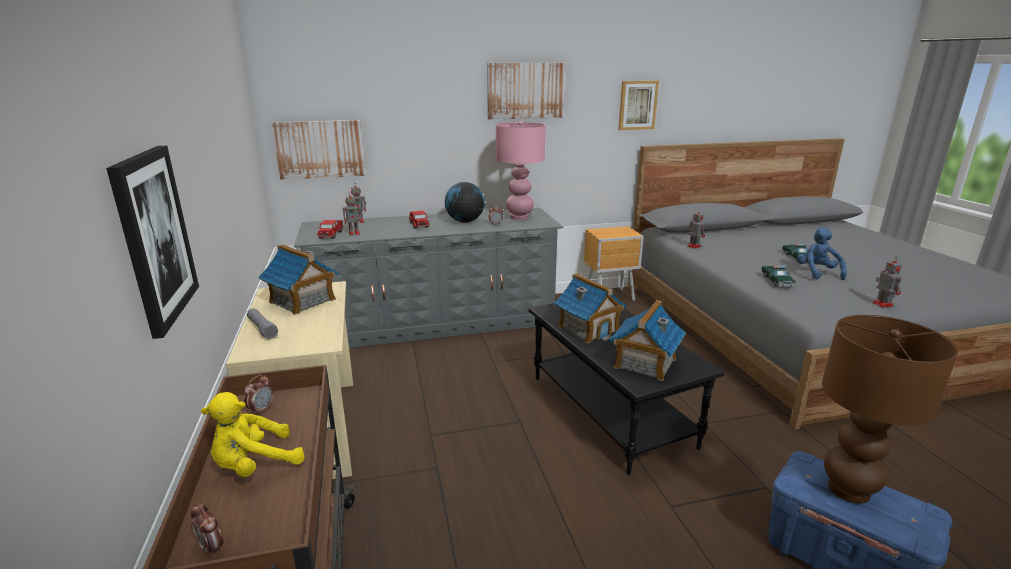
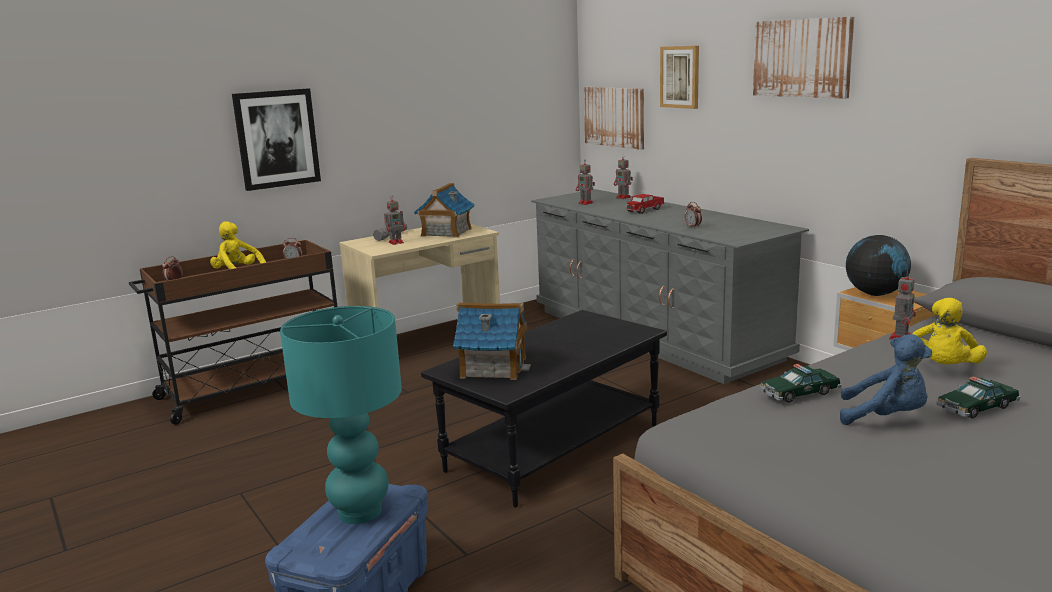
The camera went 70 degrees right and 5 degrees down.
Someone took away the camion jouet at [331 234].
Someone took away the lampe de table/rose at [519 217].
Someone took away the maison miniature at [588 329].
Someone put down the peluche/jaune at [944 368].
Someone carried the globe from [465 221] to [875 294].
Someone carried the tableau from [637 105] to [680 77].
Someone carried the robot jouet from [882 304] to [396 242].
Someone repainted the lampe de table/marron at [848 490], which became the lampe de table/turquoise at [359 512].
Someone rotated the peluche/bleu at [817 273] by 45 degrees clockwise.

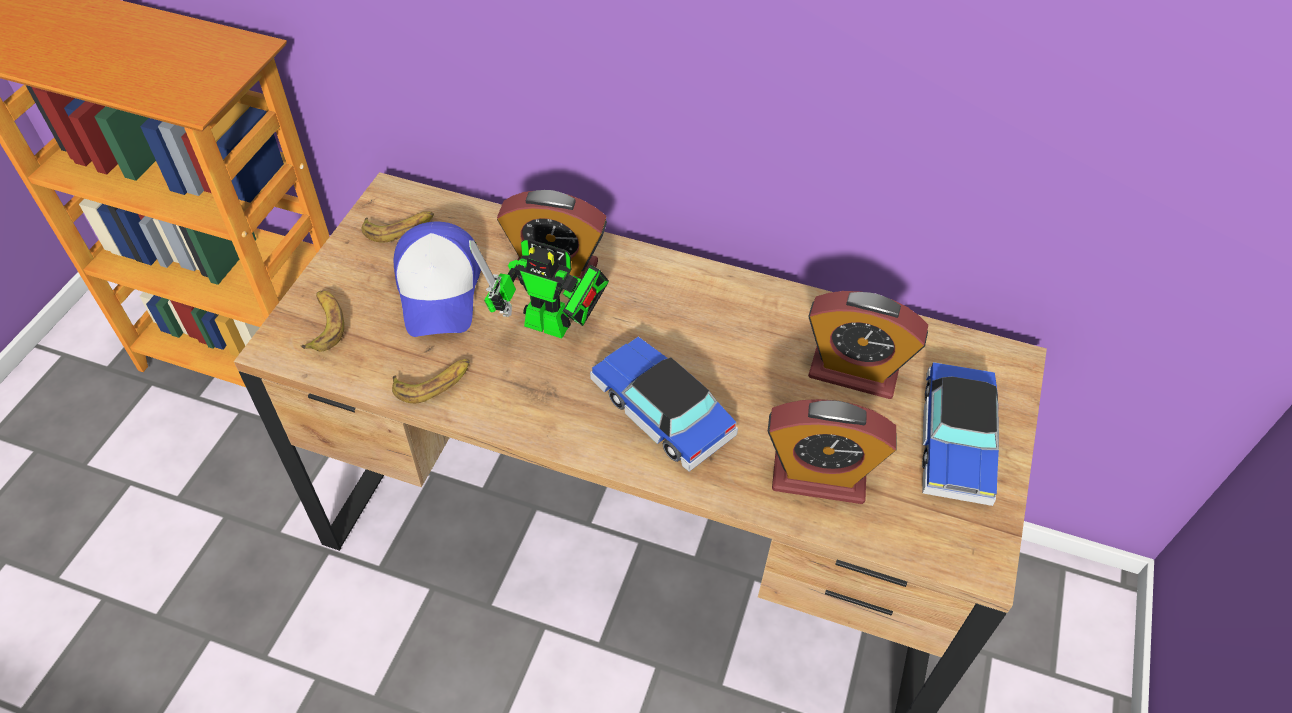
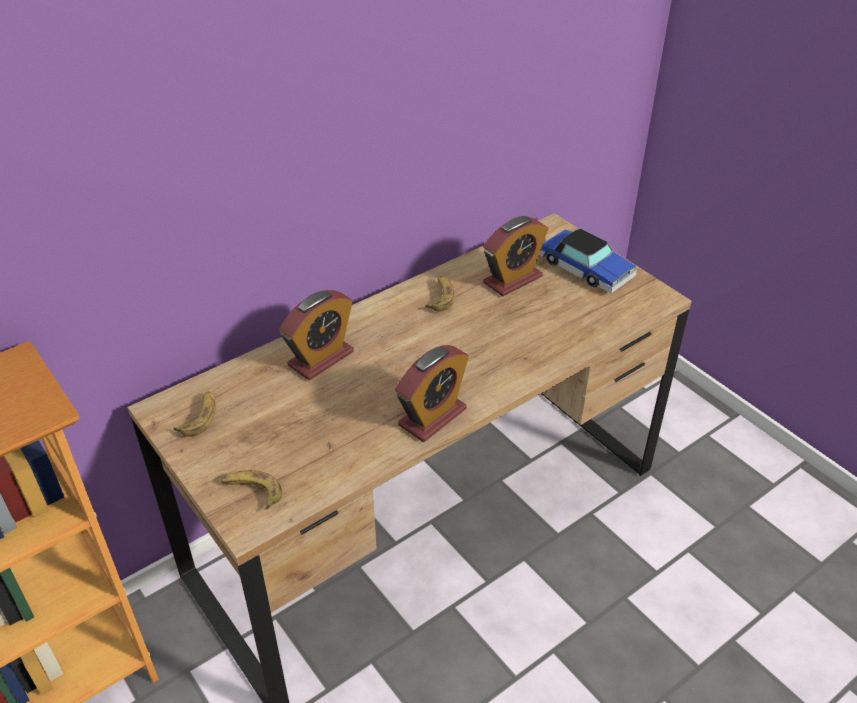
The camera went 55 degrees left and 10 degrees down.
Someone took away the casquette at [440 290].
Someone took away the robot jouet at [554 327].
Someone took away the petite voiture at [662 410].
Someone carried the banane from [433 383] to [440 297].
Someone carried the réveil from [818 477] to [432 417].

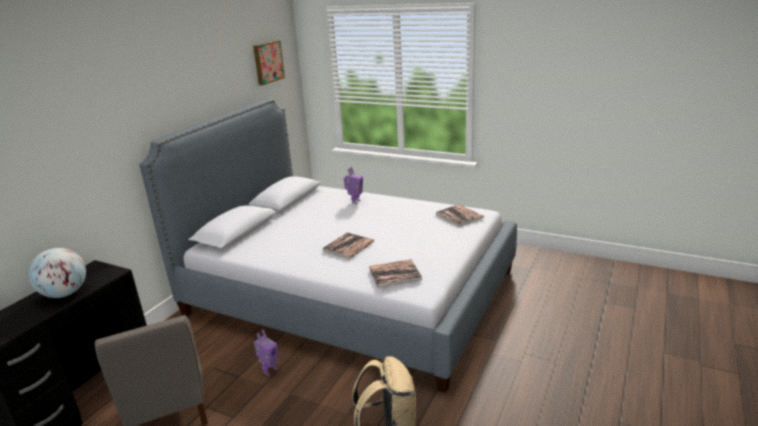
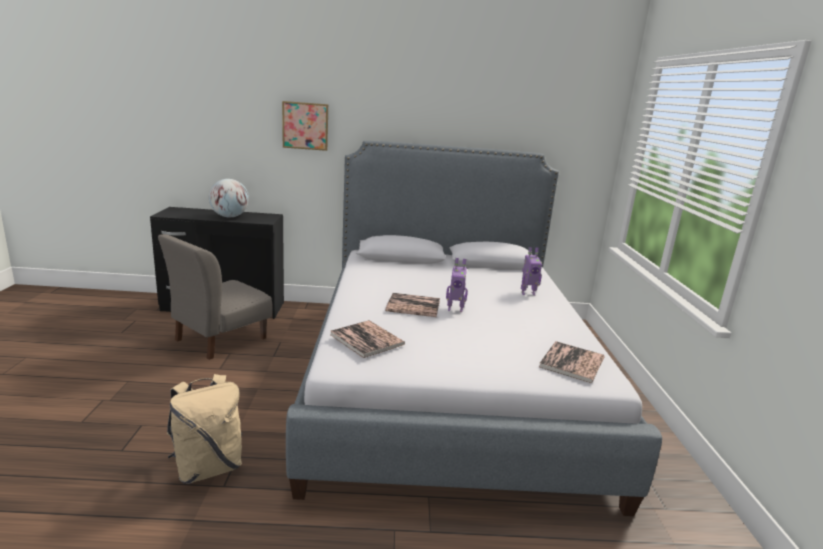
The camera went 60 degrees right and 5 degrees down.
Someone carried the tableau from [267 62] to [305 125].
Someone carried the robot jouet from [269 370] to [455 309].

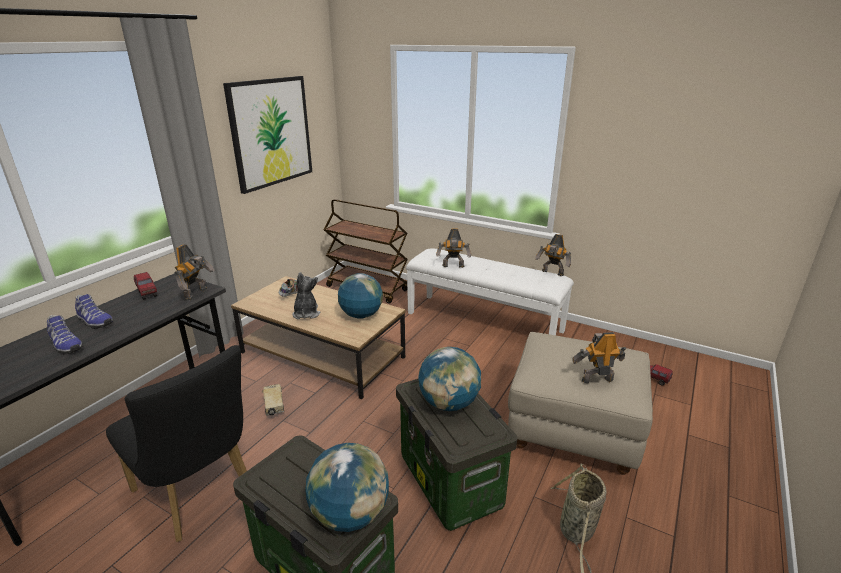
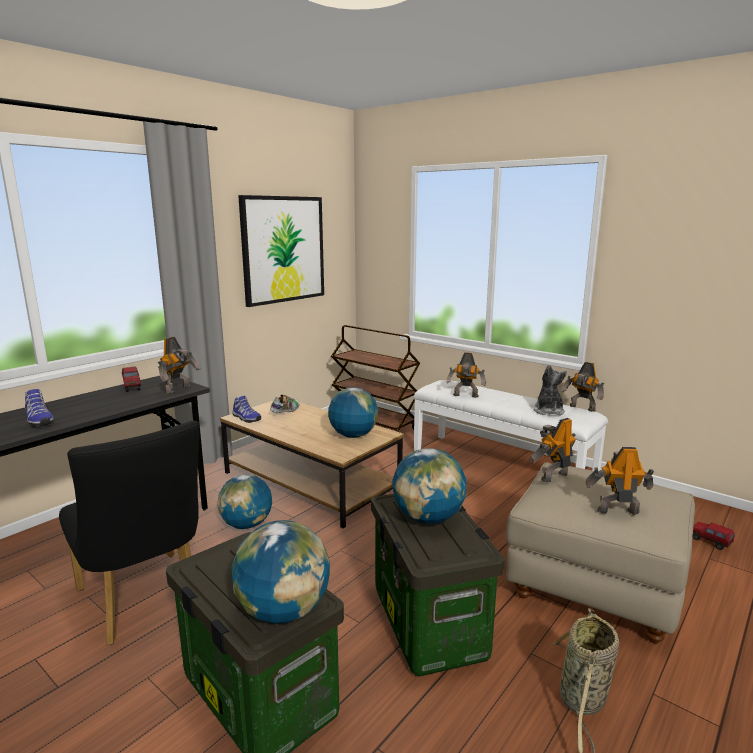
The camera went 10 degrees right and 10 degrees down.
Someone put down the robot jouet at [553 476].
Someone carried the chaussure from [94 322] to [246 418].
Someone carried the peluche from [306 313] to [548 411].
Someone swapped the camion jouet at [274 405] for the globe at [246 525].

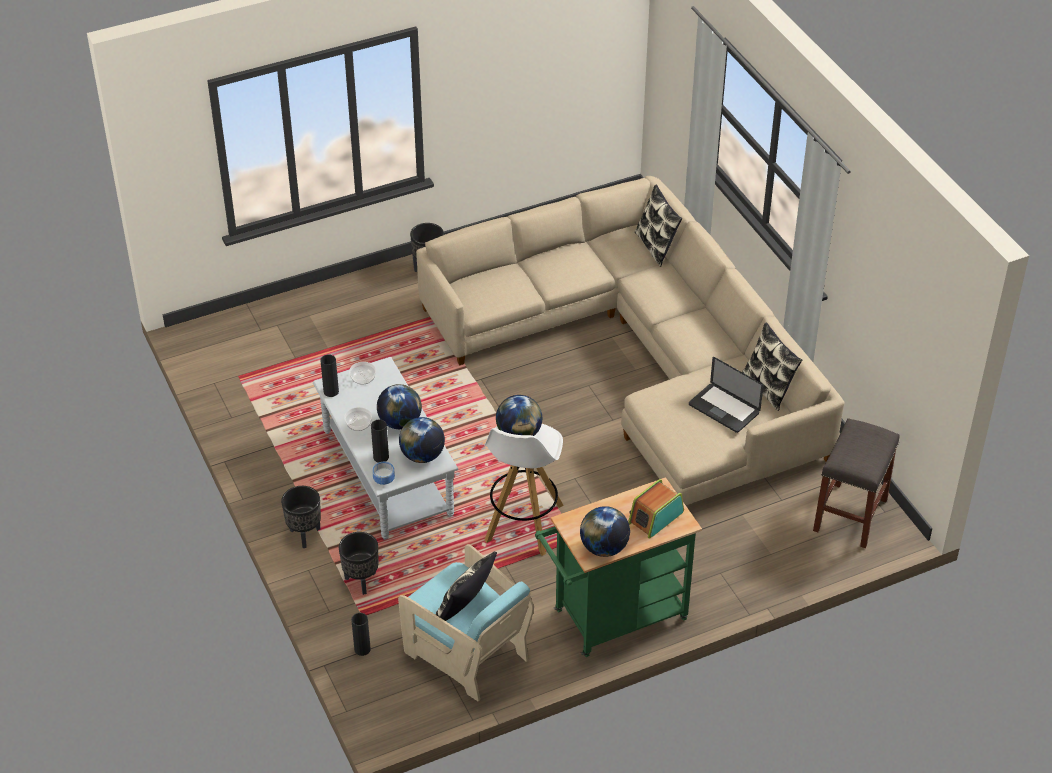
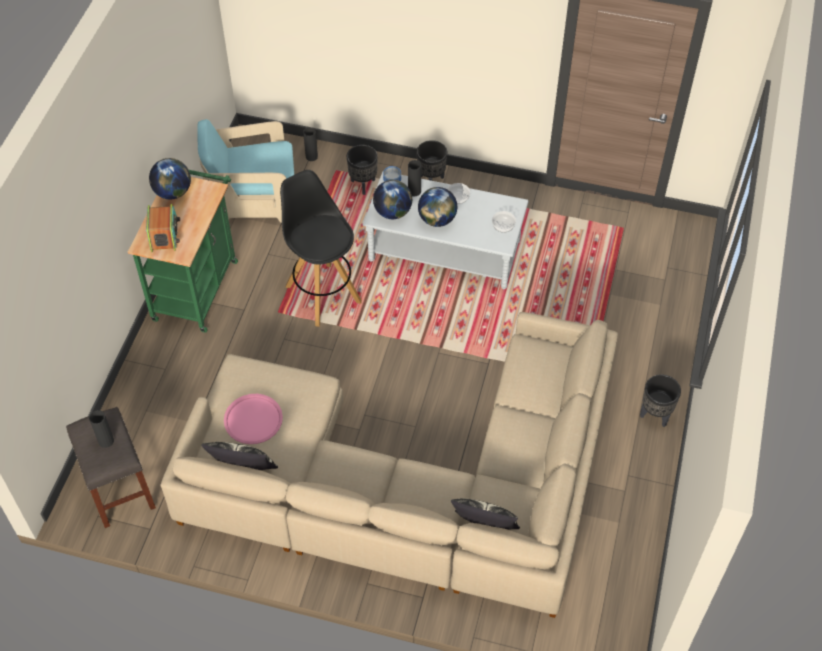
The camera went 130 degrees right and 10 degrees up.
Someone took away the coussin at [465 610].
Someone took away the globe at [519 434].
Someone carried the vase/noir from [331 391] to [106 441].
Someone swapped the ordinateur portable at [724 409] for the plateau/rose at [253 419].
Someone repainted the tabouret/blanc at [523 524], which became the tabouret/noir at [323 293].

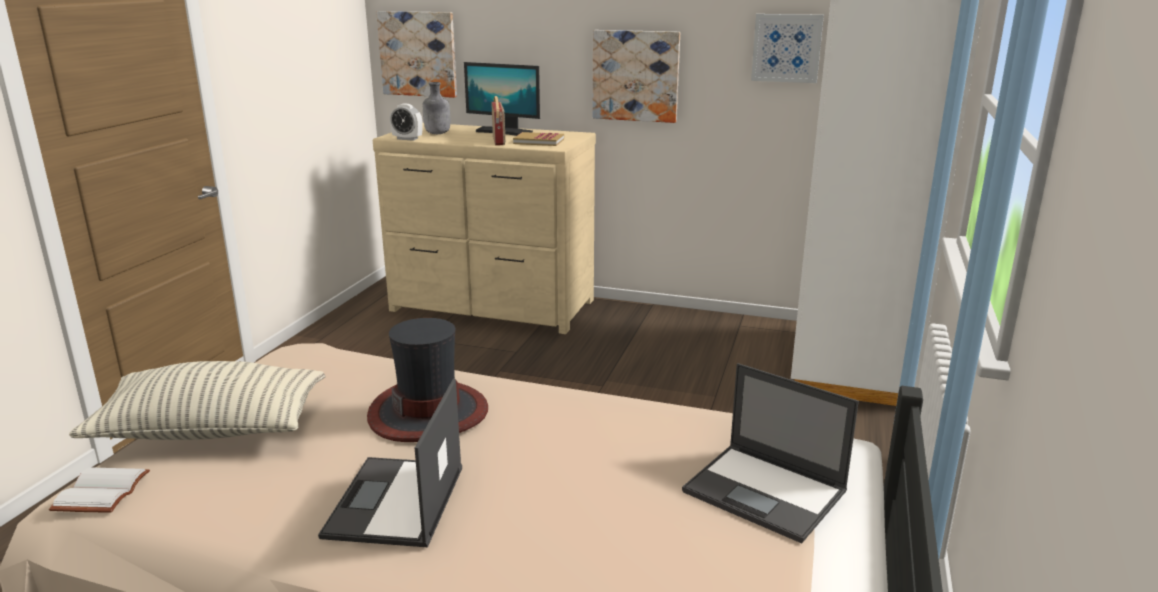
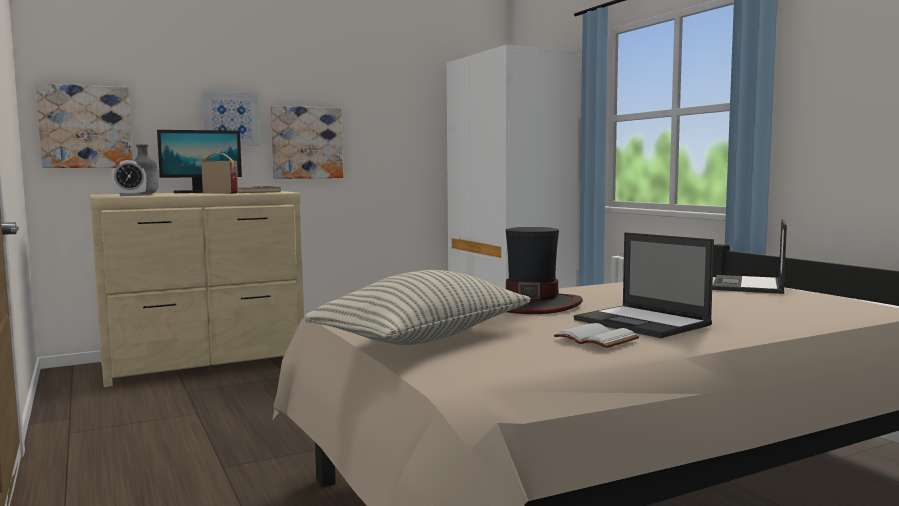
The camera went 45 degrees left and 15 degrees down.
Someone carried the livre/blanc from [103 493] to [598 339].
Someone carried the tableau from [786 48] to [231 119].
Someone rotated the ordinateur portable at [766 492] by 120 degrees clockwise.

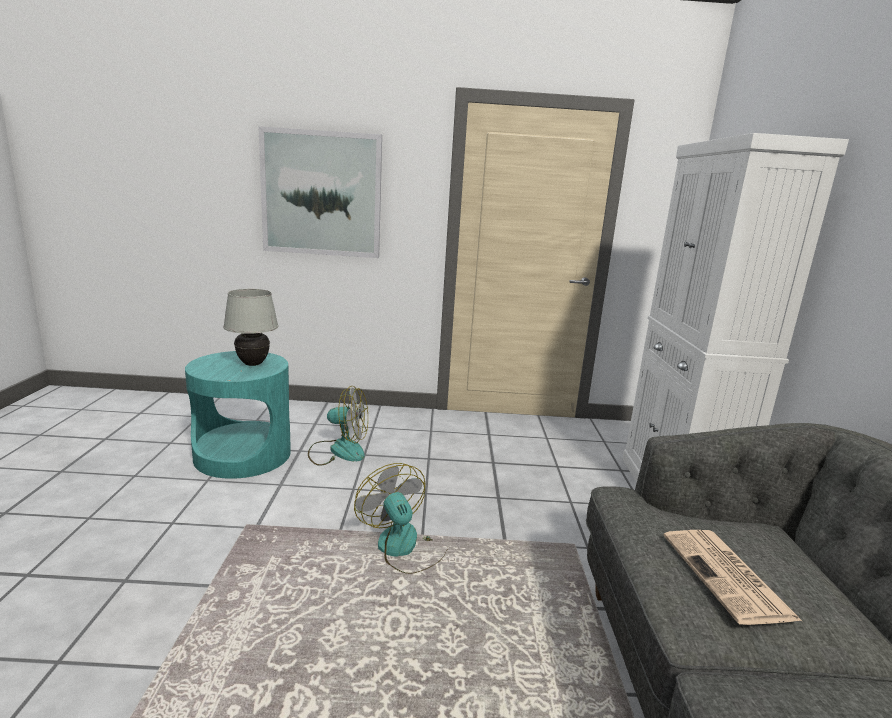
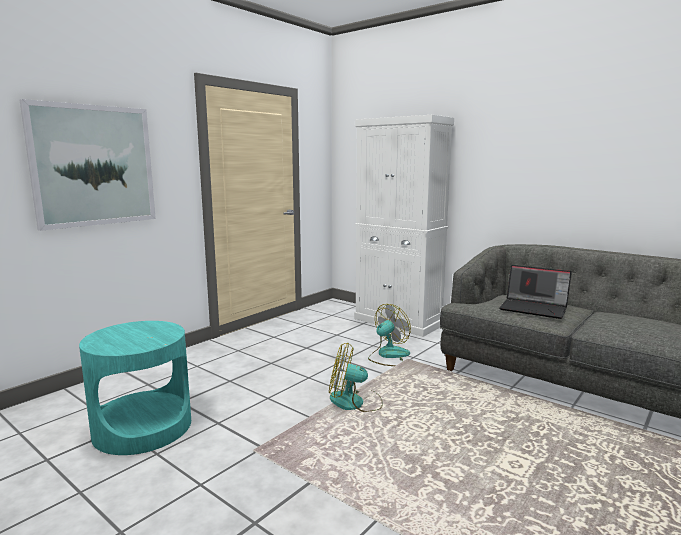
The camera went 50 degrees left and 5 degrees down.
Someone took away the lampe de table/blanc at [252 364].
Someone carried the ventilateur from [338 451] to [388 355].
Someone swapped the journal at [728 577] for the ordinateur portable at [534 308].

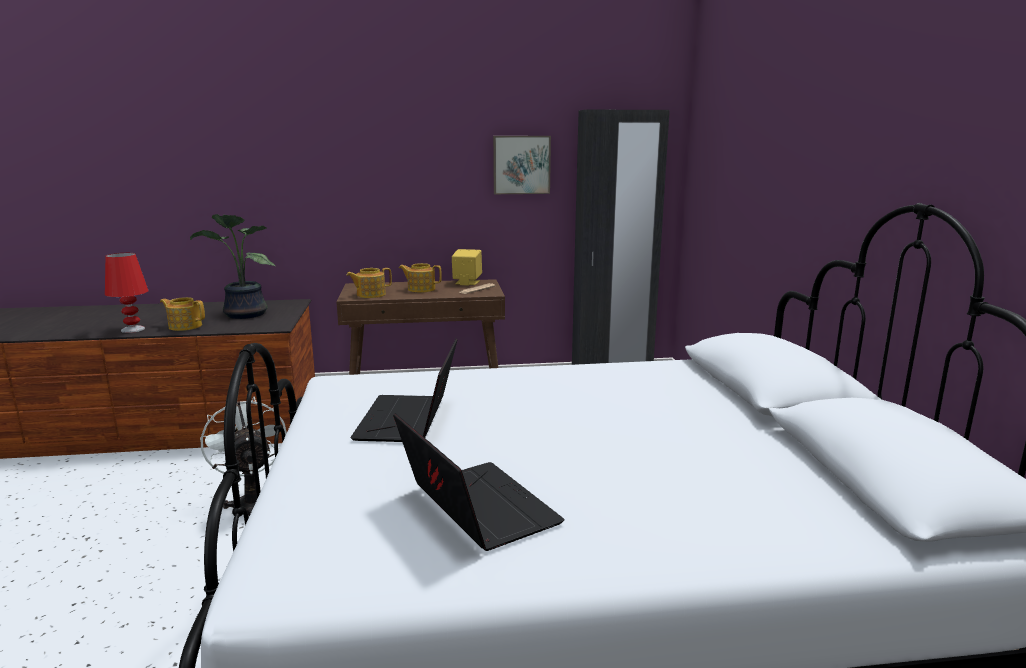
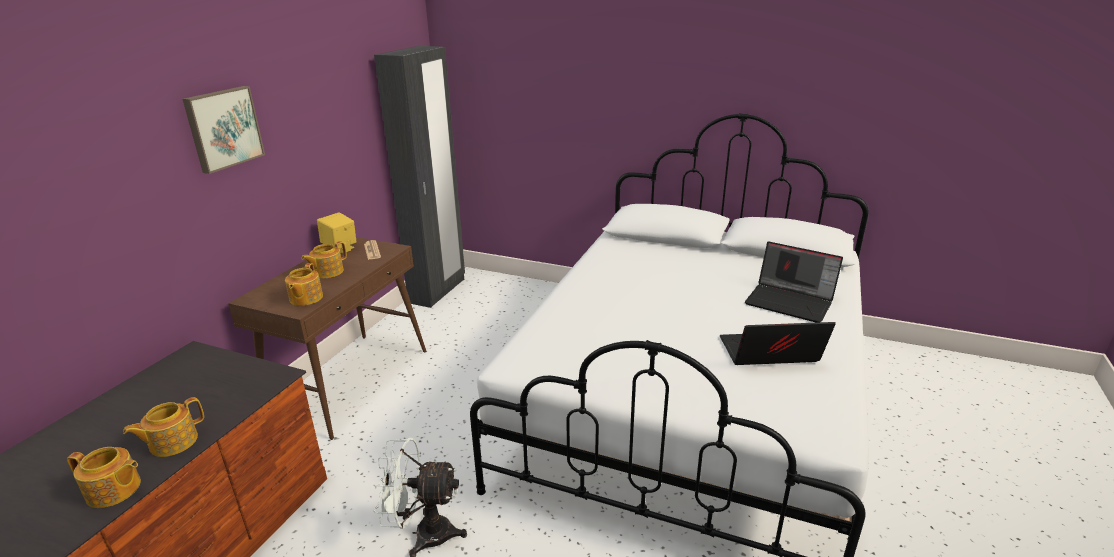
The camera went 60 degrees left and 10 degrees up.
Someone took away the plante en pot at [243 315].
Someone carried the ordinateur portable from [409 420] to [790 302].
Someone carried the tableau from [521 165] to [223 128].
Someone swapped the lampe de table/rouge at [133 329] for the théière at [114 491].

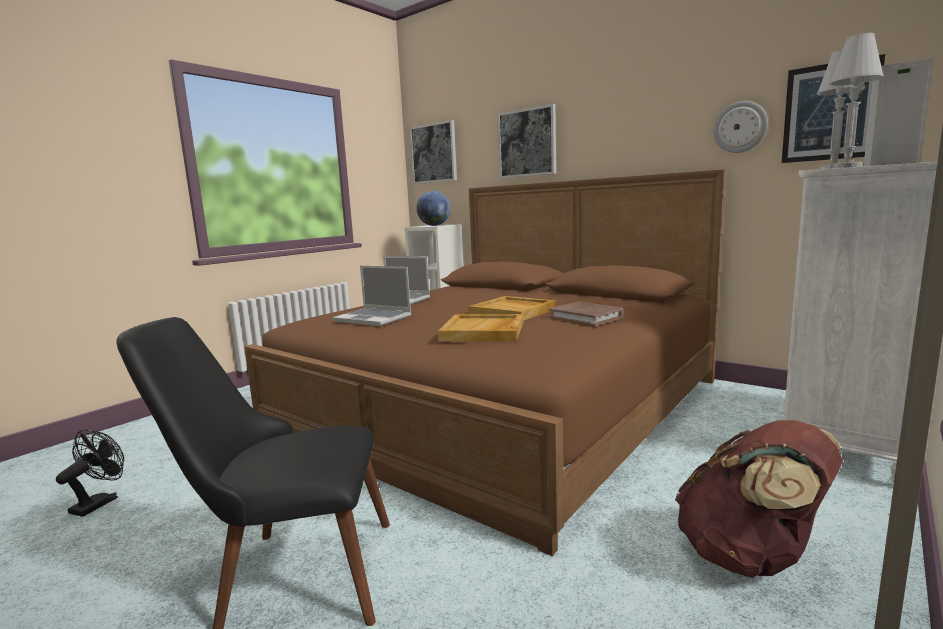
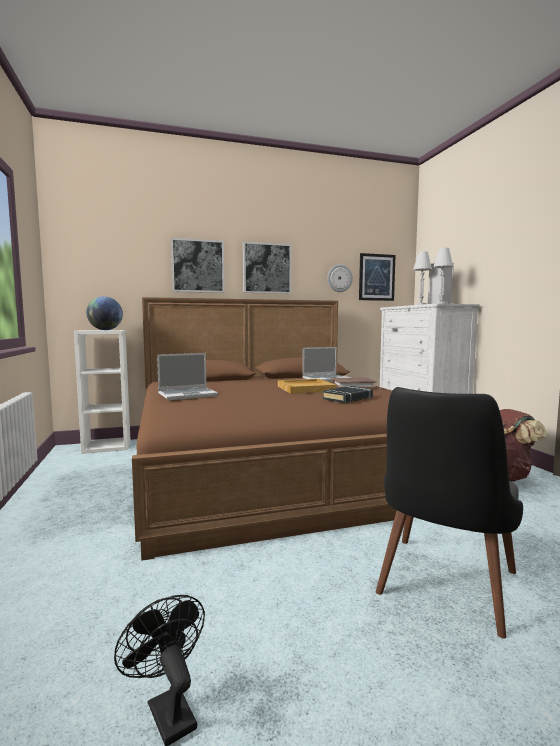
The camera went 55 degrees left and 5 degrees down.
Someone carried the ordinateur portable from [374 319] to [326 379].
Someone carried the tableau from [434 153] to [267 268].
Someone swapped the plateau/beige at [483 332] for the livre/noir at [348 398].

